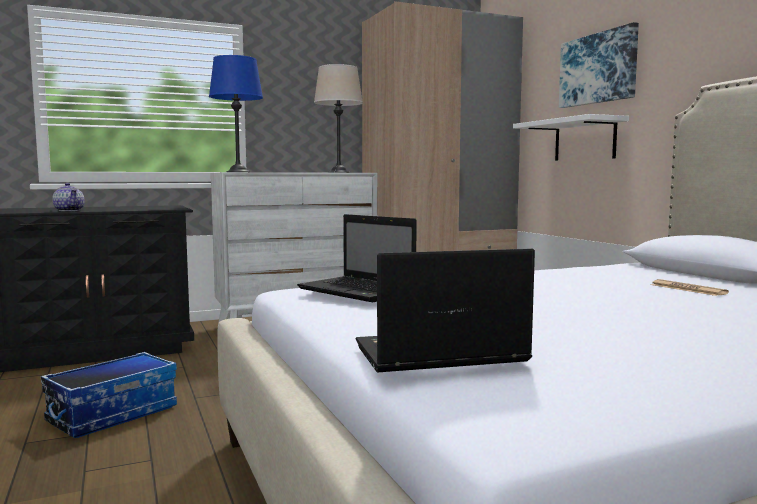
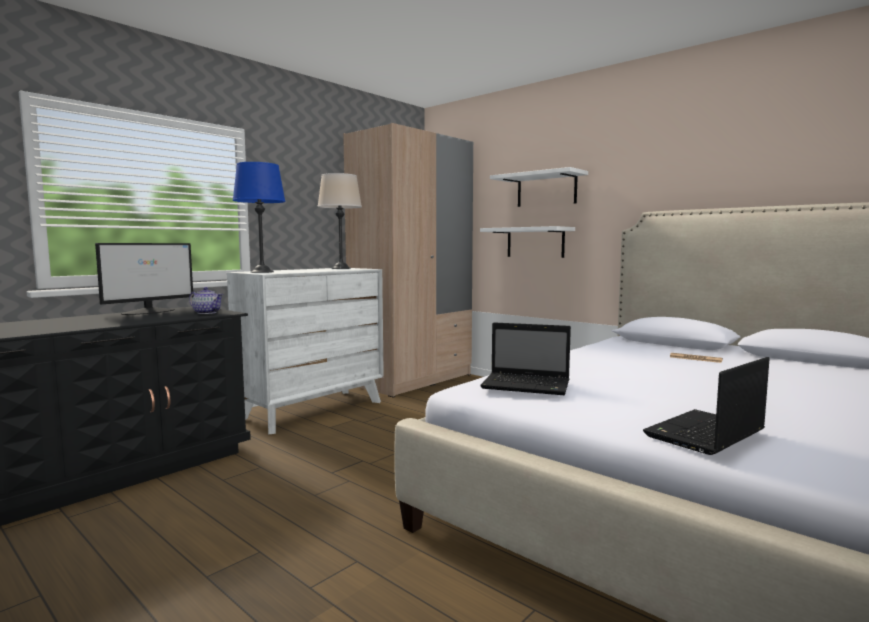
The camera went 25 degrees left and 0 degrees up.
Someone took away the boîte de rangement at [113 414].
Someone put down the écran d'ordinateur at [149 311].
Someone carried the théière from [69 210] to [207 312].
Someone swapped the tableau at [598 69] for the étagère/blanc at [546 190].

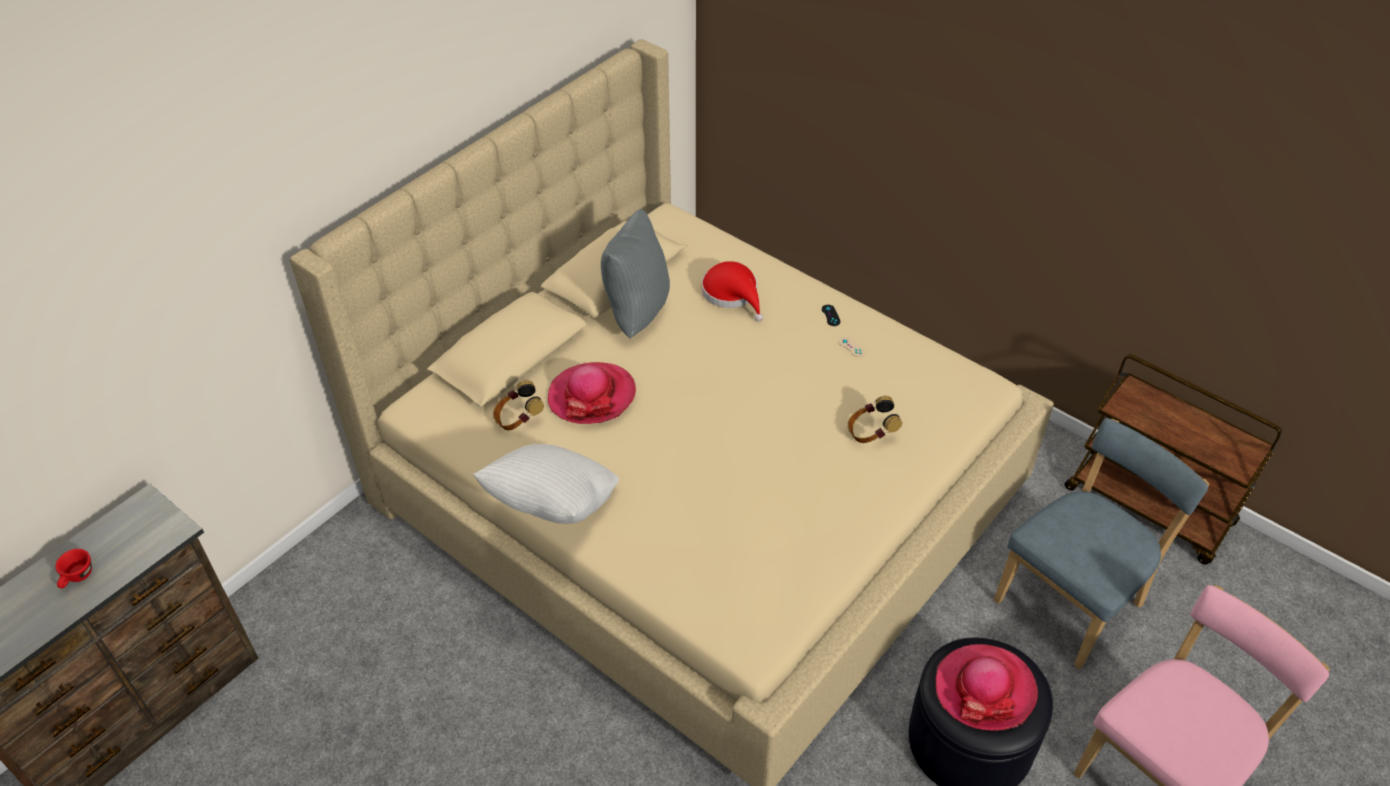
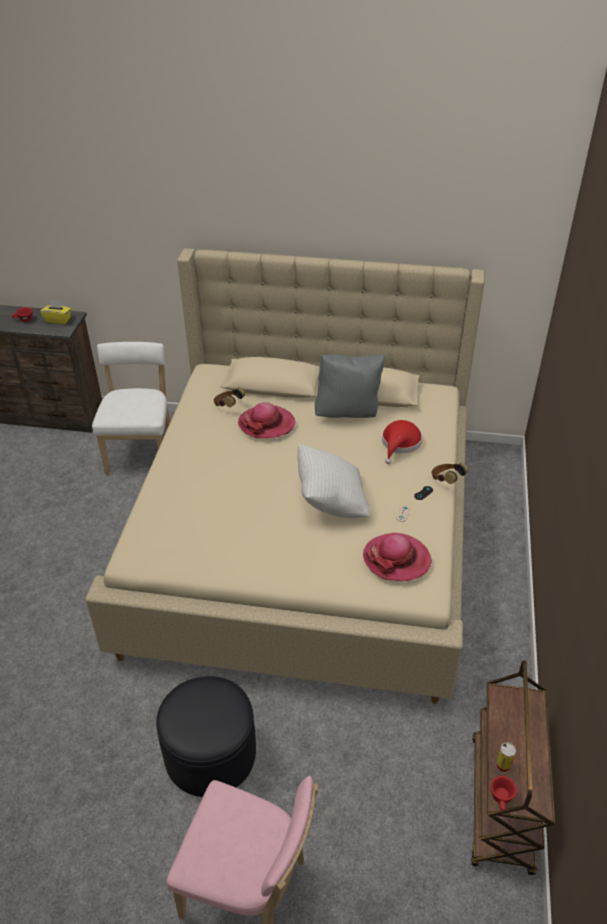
The camera went 60 degrees right and 5 degrees down.
Someone took away the chaise/bleu at [1073 600].
Someone put down the boîte à mouchoirs/jaune at [58 320].
Someone put down the chaise/blanc at [141 451].
Someone put down the tasse/rouge at [501 799].
Someone put down the boîte métallique at [503 765].
Someone carried the coussin/blanc from [552 507] to [331 502].
Someone carried the casque audio from [870 433] to [446 481].
Someone carried the chapeau from [984 689] to [396 559].

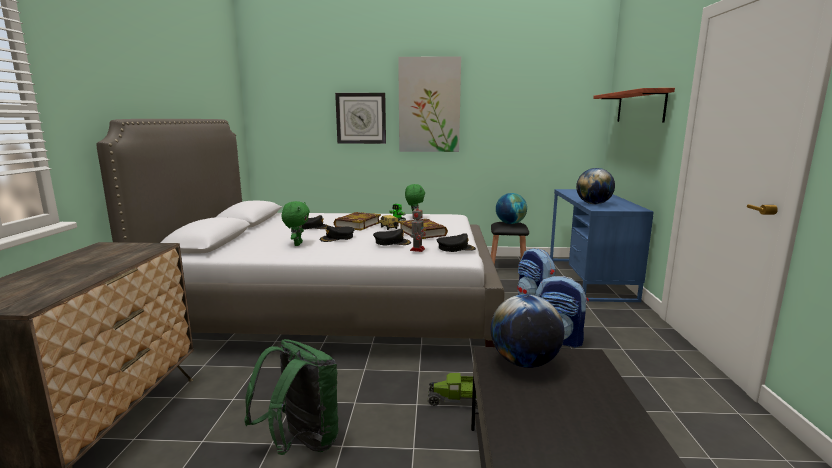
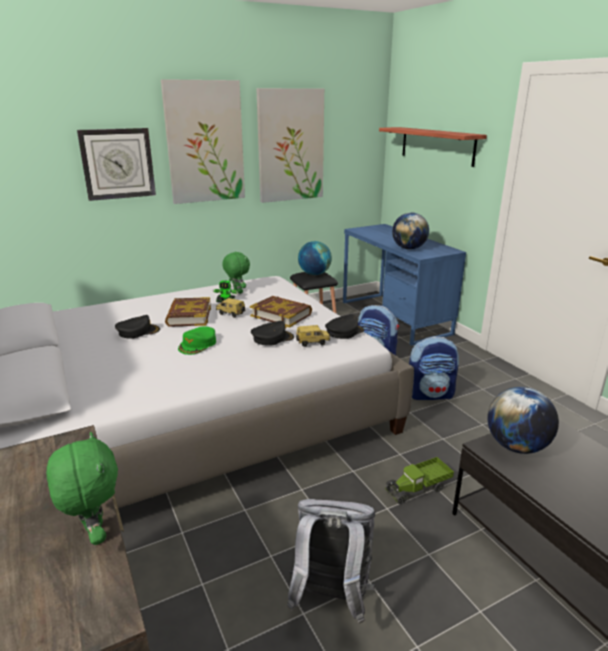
The camera went 30 degrees left and 10 degrees up.
Someone put up the tableau at [290 146].
Someone carried the peluche/vert from [297 244] to [94 534].
Someone swapped the robot jouet at [417 249] for the petite voiture at [312 343].
Someone repainted the sac à dos/vert at [301 443], which became the sac à dos/gris at [330 598].
Someone repainted the casquette/noir at [337 238], which became the casquette/vert at [198 344].

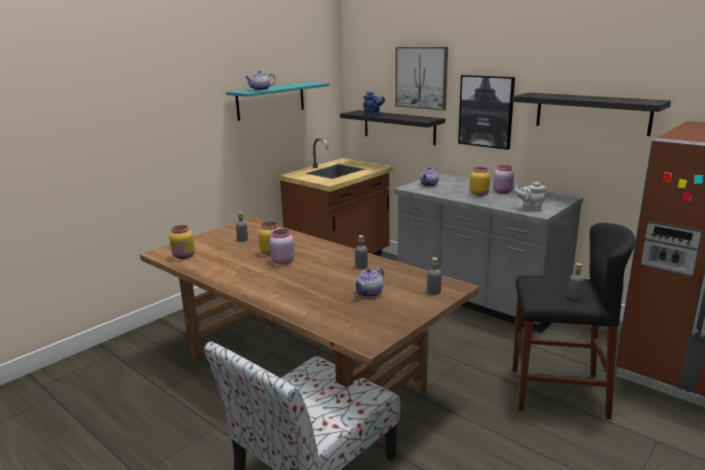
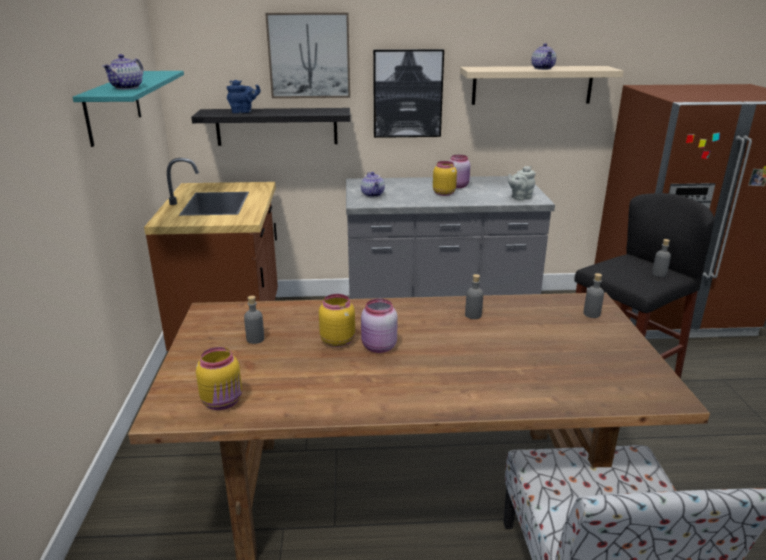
The camera went 45 degrees left and 5 degrees up.
Someone carried the théière from [369 293] to [543 68].
Someone repainted the étagère/noir at [592 113], which became the étagère/beige at [532 85].

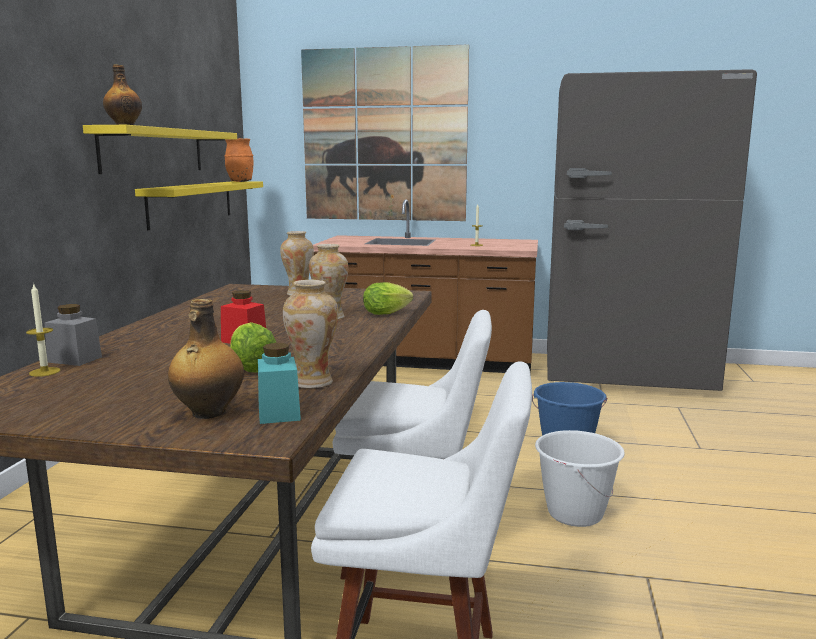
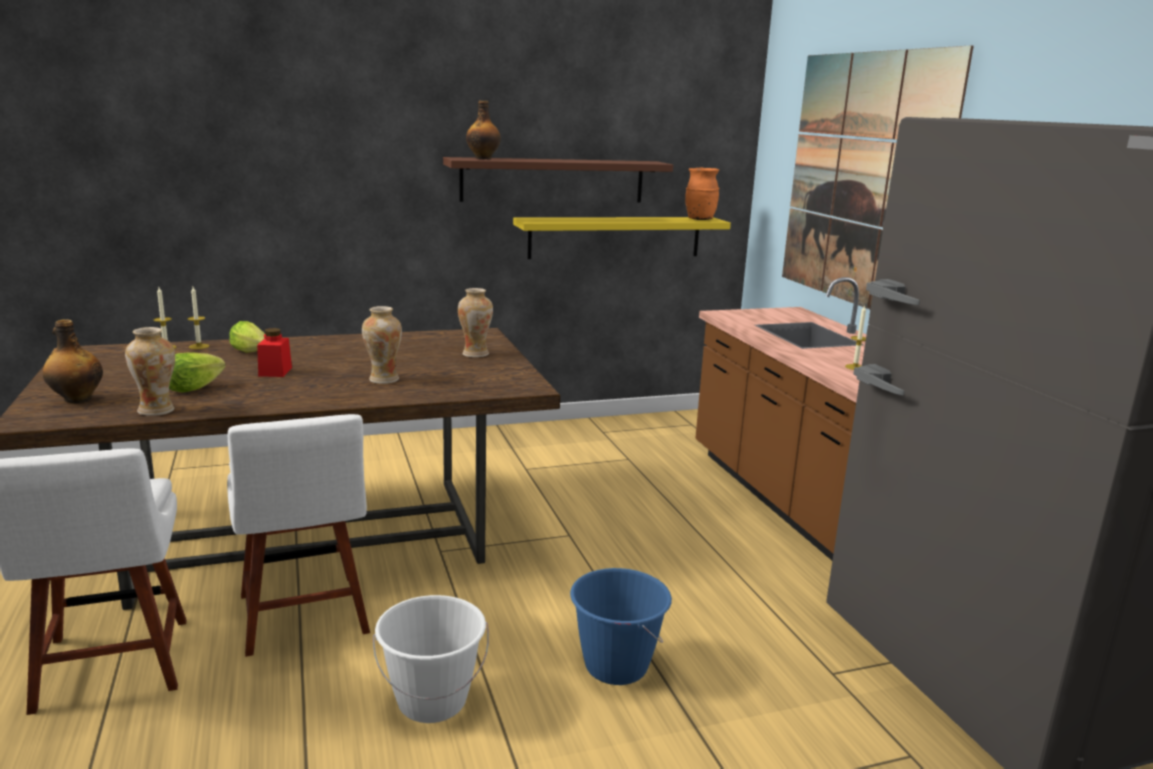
The camera went 60 degrees right and 5 degrees up.
Someone took away the bocal/turquoise at [279 413].
Someone carried the laitue from [389 313] to [252 352].
Someone swapped the bocal/gris at [75 359] for the bougie at [199 346].
Someone repainted the étagère/jaune at [154 151], which became the étagère/marron at [553 180].

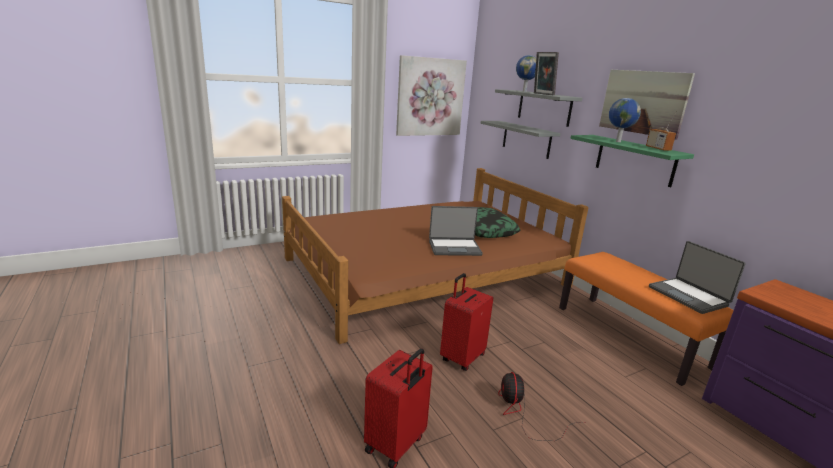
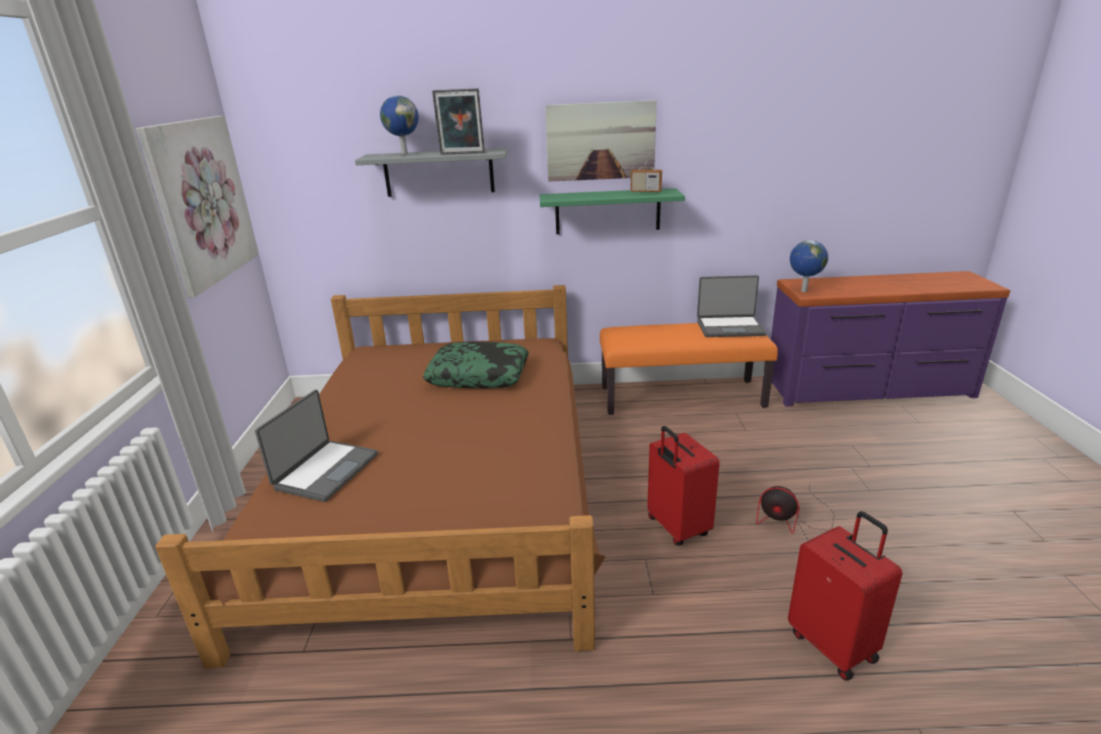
The camera went 60 degrees left and 5 degrees up.
Someone took away the étagère/gris at [526 139].
Someone carried the ordinateur portable from [454 248] to [325 471].
Someone carried the globe from [617 141] to [803 291].

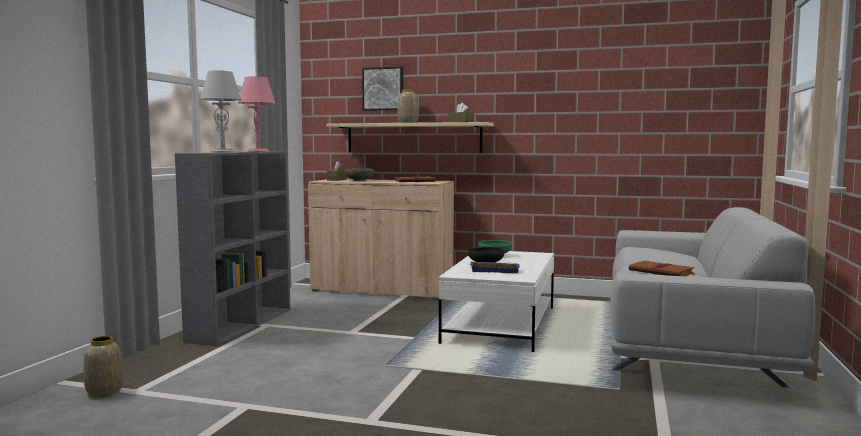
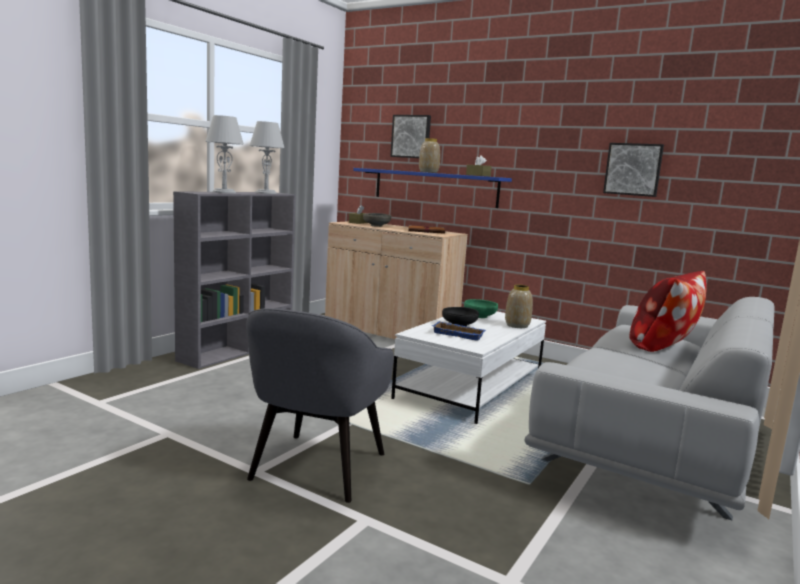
The camera went 15 degrees right and 5 degrees up.
Someone took away the livre/marron at [662 272].
Someone put down the fauteuil/gris at [317 468].
Someone put up the tableau at [633 169].
Someone put down the coussin at [663 346].
Someone carried the vase from [104 392] to [516 325].
Someone repainted the lampe de table/rose at [258 151], which became the lampe de table/gris at [266 193].
Someone repainted the étagère/beige at [413 138], which became the étagère/bleu at [435 187].

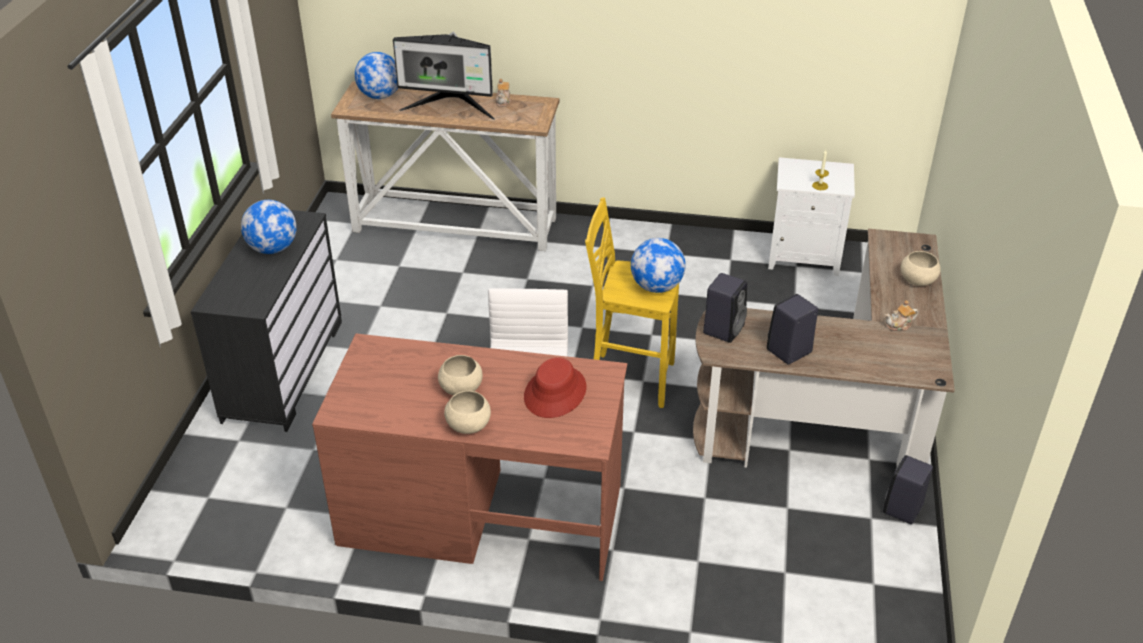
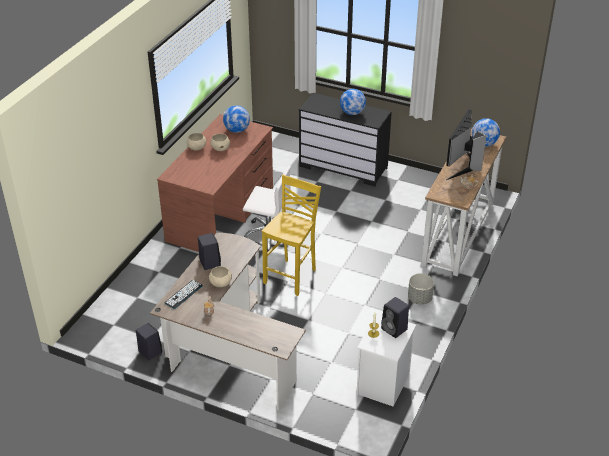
The camera went 105 degrees right and 0 degrees up.
Someone took away the chapeau/rouge at [555 393].
Someone put down the clavier at [183 294].
Someone put down the cache-pot/gris at [420 299].
Someone carried the globe from [656 287] to [237 130].
Someone carried the enceinte/noir from [723 328] to [395 329].
Someone carried the bol/beige from [917 281] to [220 283].

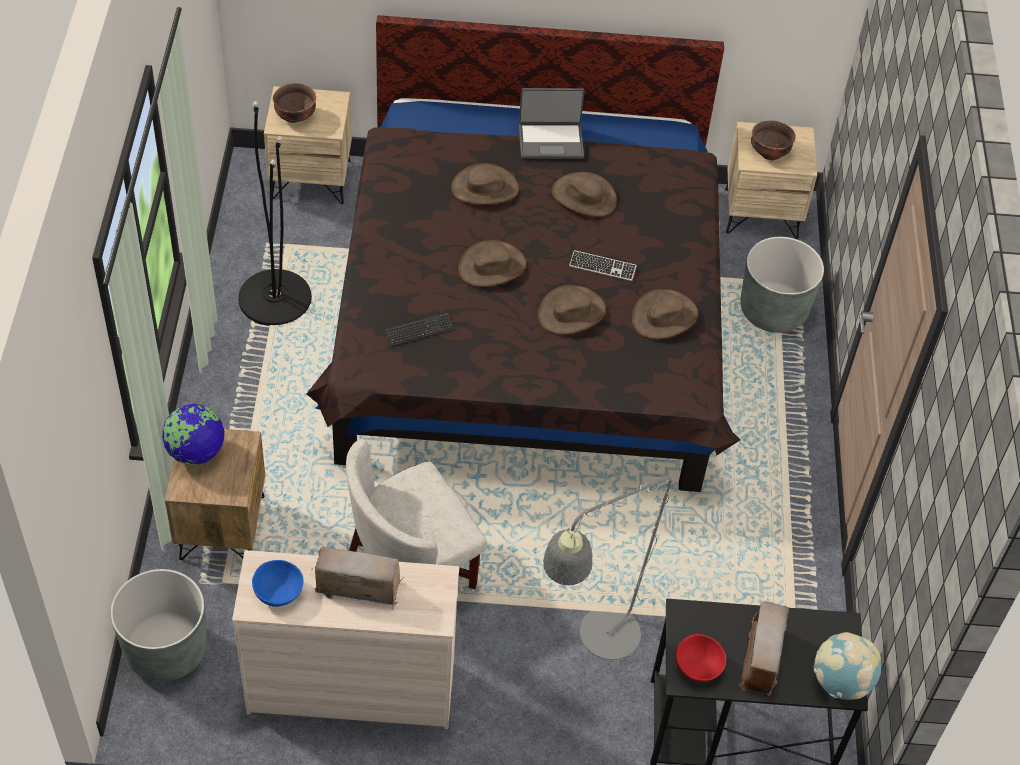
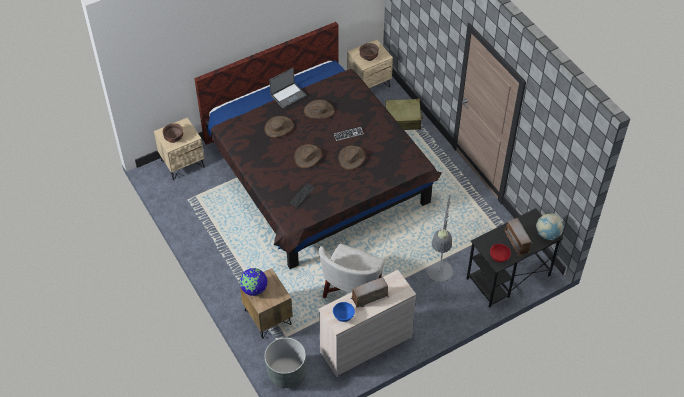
The camera went 30 degrees left and 0 degrees up.
Someone took away the lampadaire/noir at [275 298].
Someone took away the chapeau/marron at [664 316].
Someone swapped the cache-pot/gris at [773 310] for the valise/beige at [402 119].

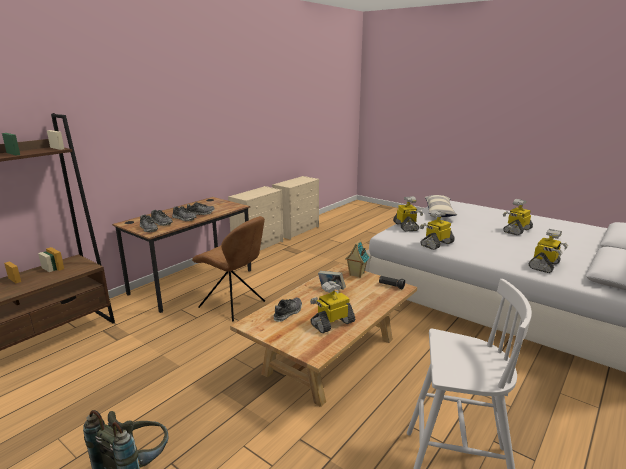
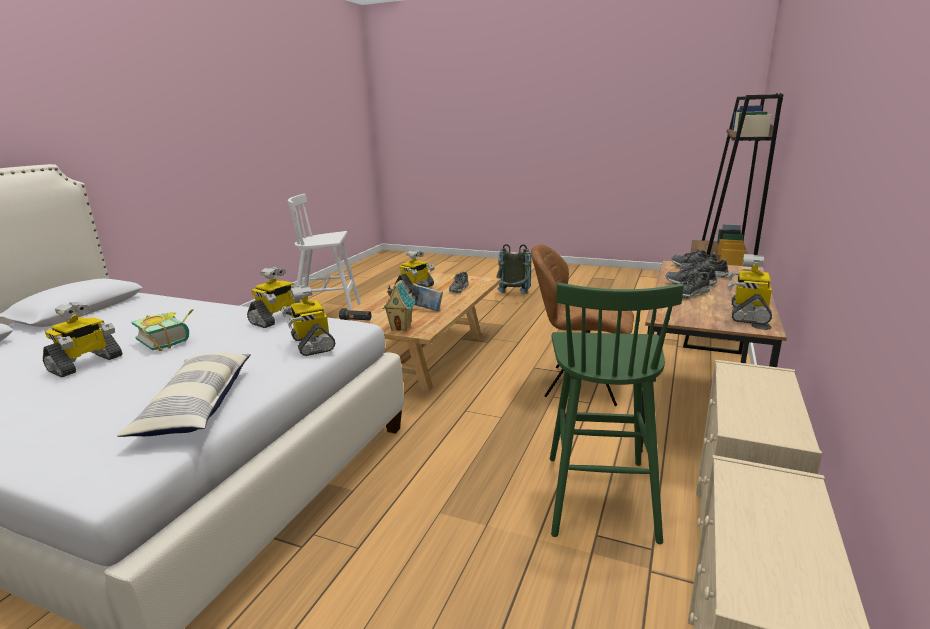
The camera went 165 degrees right and 0 degrees up.
Someone put down the livre at [169 340].
Someone put down the tabouret/vert at [599 495].
Someone carried the robot jouet from [544 266] to [748 314].

